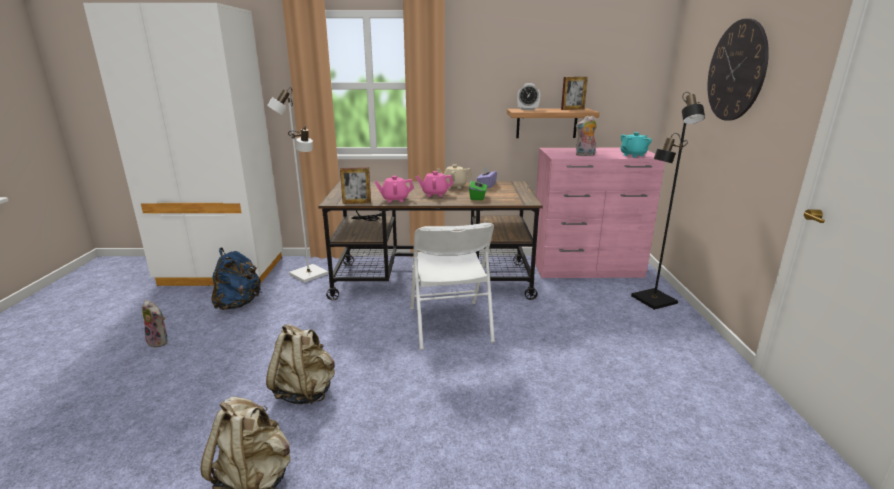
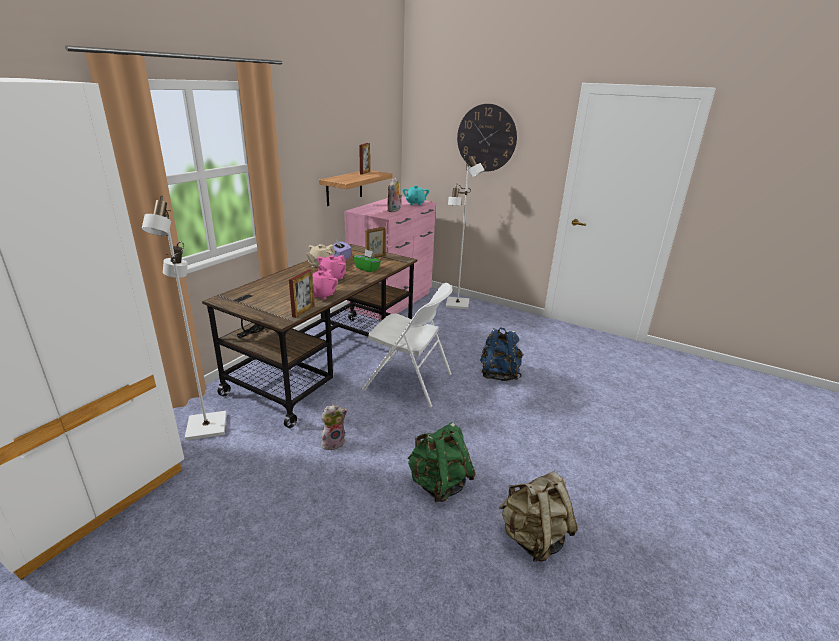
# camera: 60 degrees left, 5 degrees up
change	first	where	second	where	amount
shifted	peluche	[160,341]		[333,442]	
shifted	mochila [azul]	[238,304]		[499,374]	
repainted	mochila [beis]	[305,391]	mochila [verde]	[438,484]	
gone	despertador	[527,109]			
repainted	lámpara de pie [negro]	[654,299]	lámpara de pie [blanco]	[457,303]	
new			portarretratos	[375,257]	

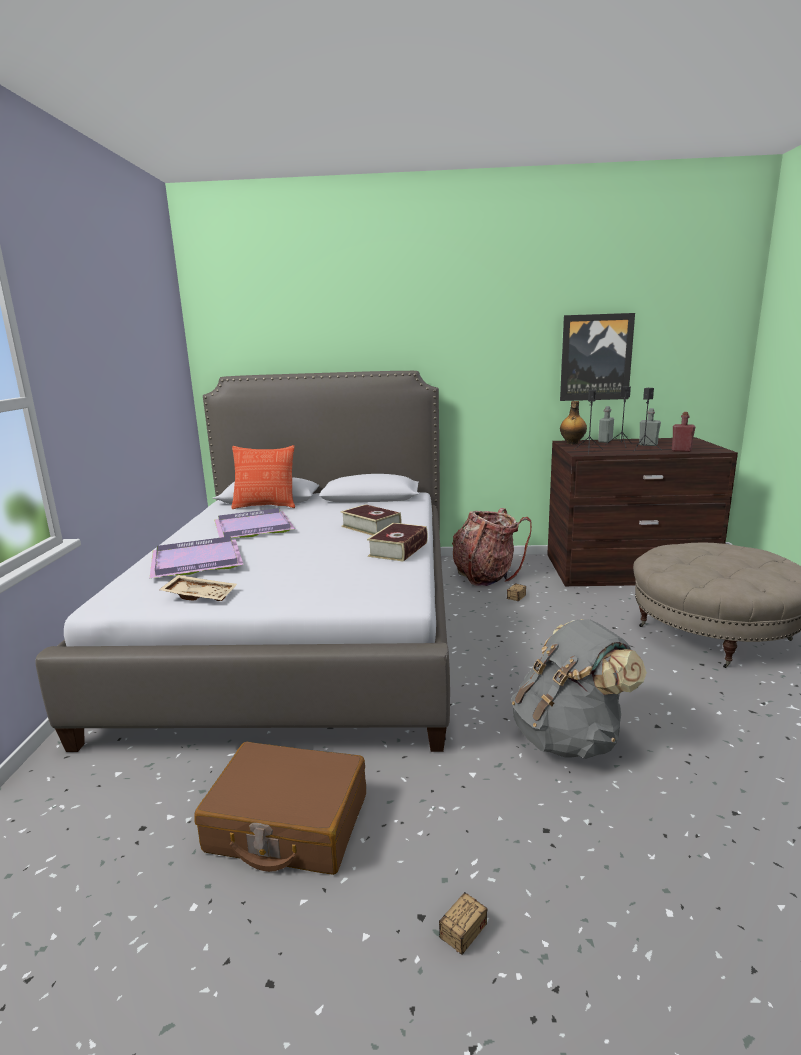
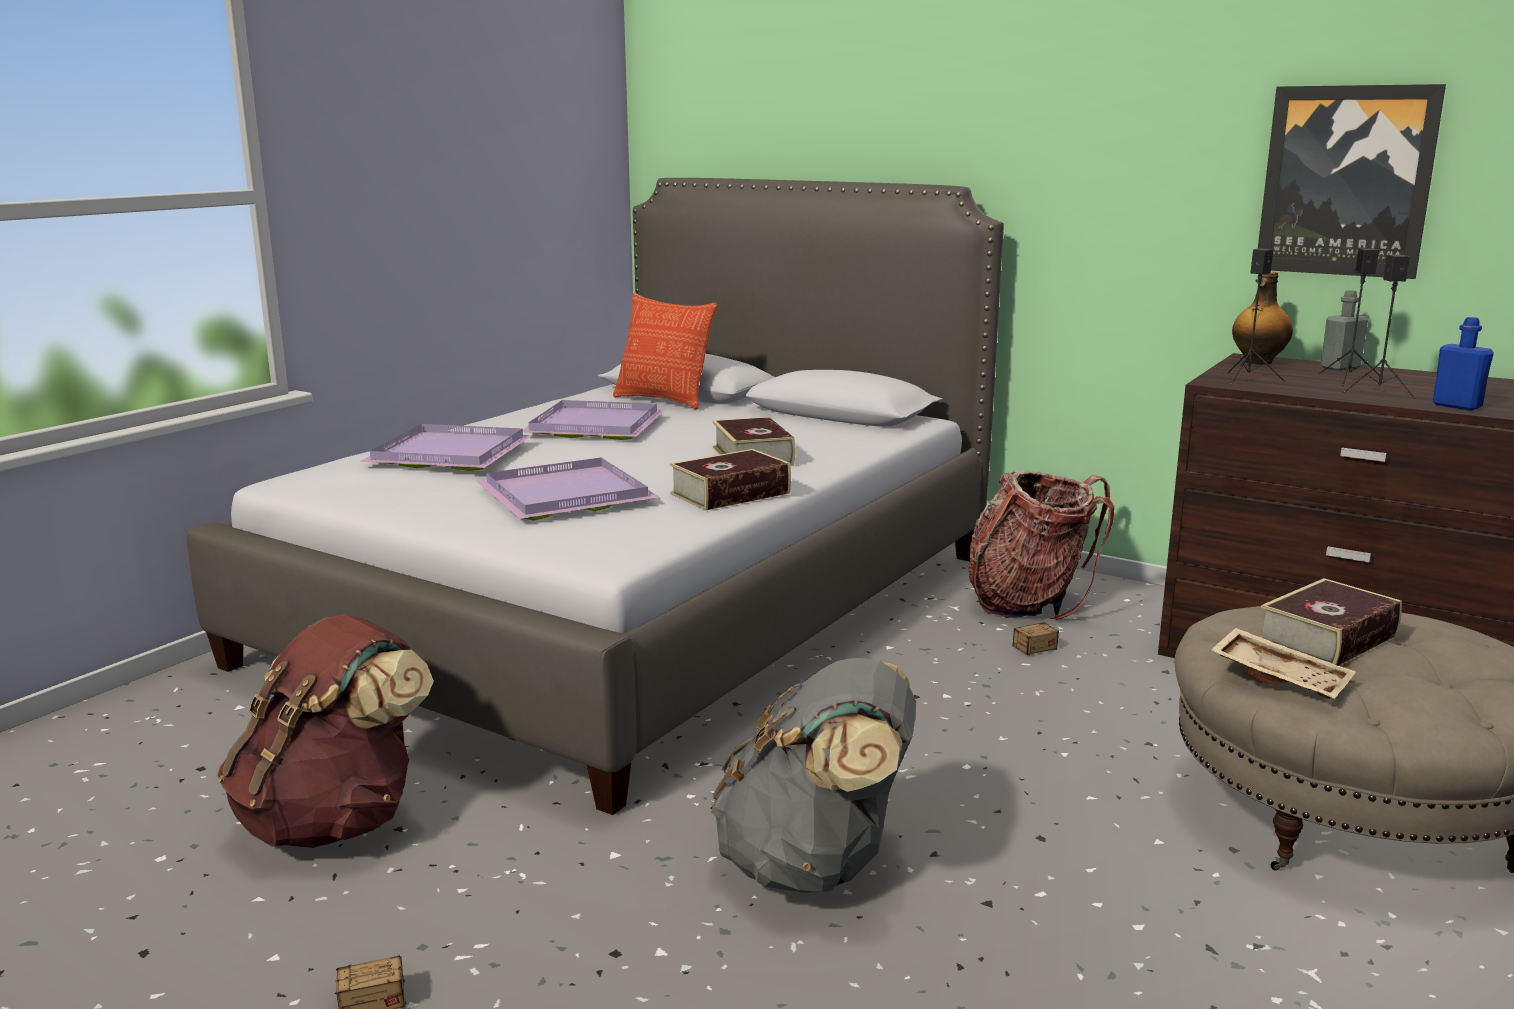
# camera: 30 degrees right, 0 degrees up
change	first	where	second	where	amount
shifted	bandeja [beis]	[200,595]		[1281,677]	
swapped	maleta [marrón]	[287,823]	mochila [marrón]	[336,821]	
gone	botella [gris]	[648,445]			
repainted	botella [rojo]	[681,450]	botella [azul]	[1457,406]	
new			bandeja [morado]	[568,494]	
new			libro	[1327,638]	

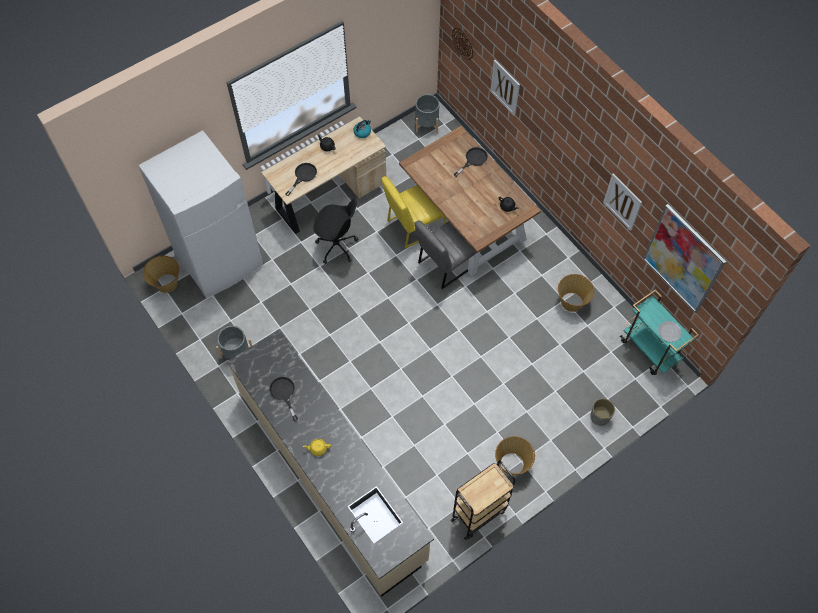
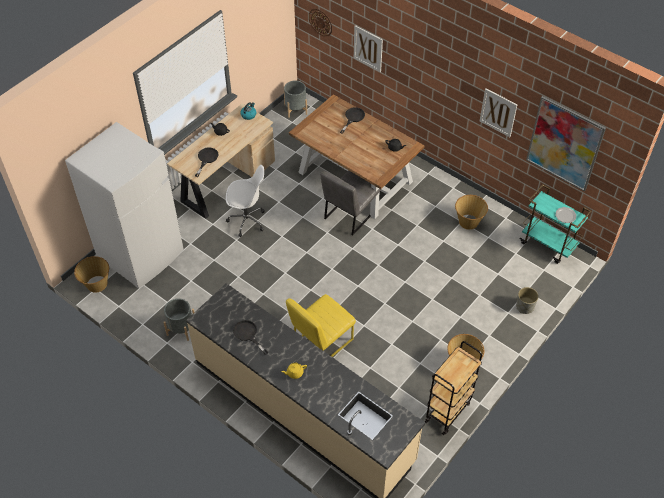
# camera: 15 degrees left, 10 degrees down
change	first	where	second	where	amount
repainted	silla de oficina [negro]	[338,247]	silla de oficina [blanco]	[248,221]	
shifted	silla [amarillo]	[414,225]		[321,342]	

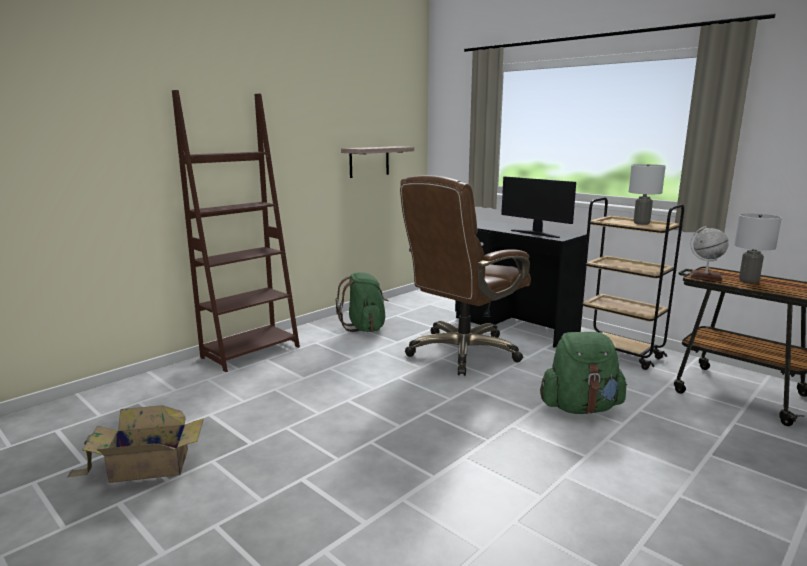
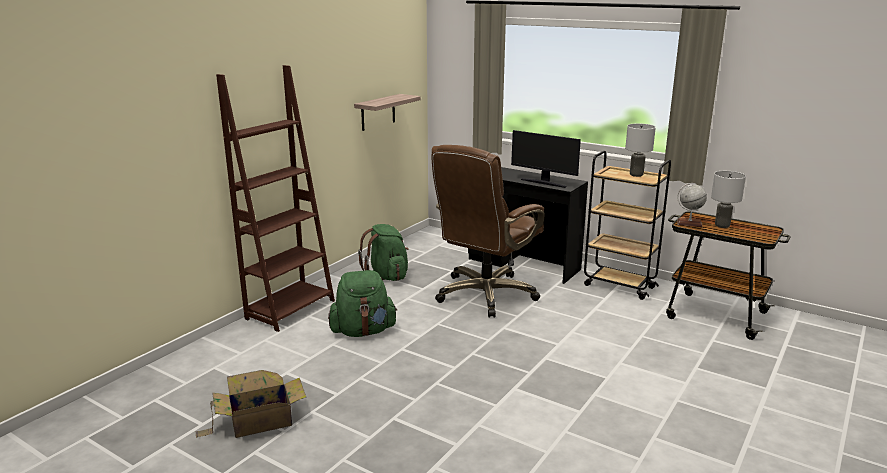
# camera: 10 degrees left, 5 degrees up
change	first	where	second	where	amount
shifted	mochila [verde]	[580,408]		[363,331]	

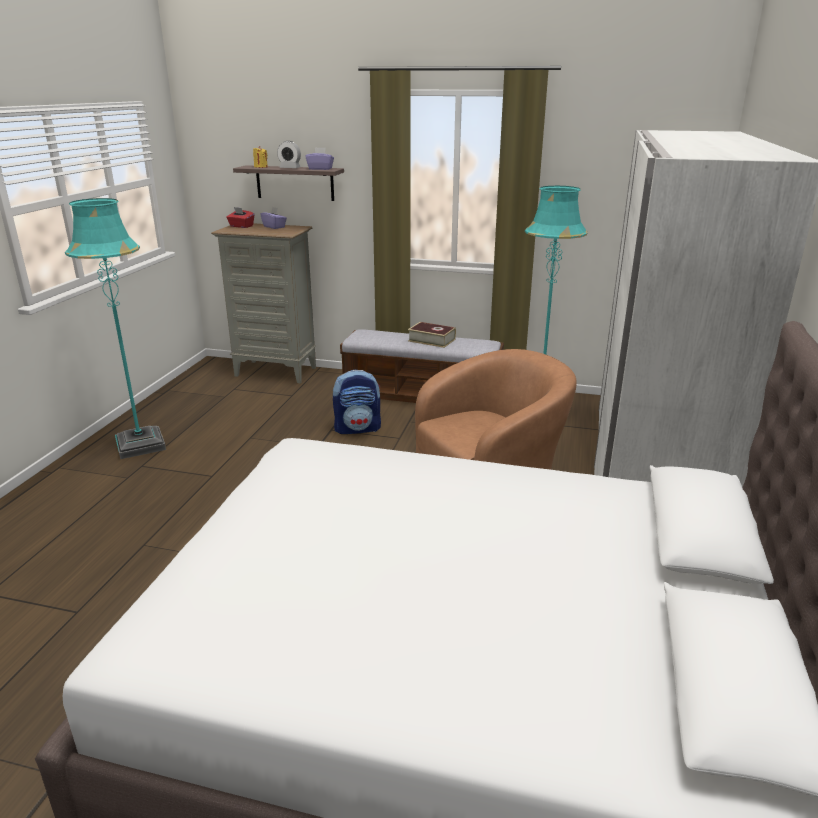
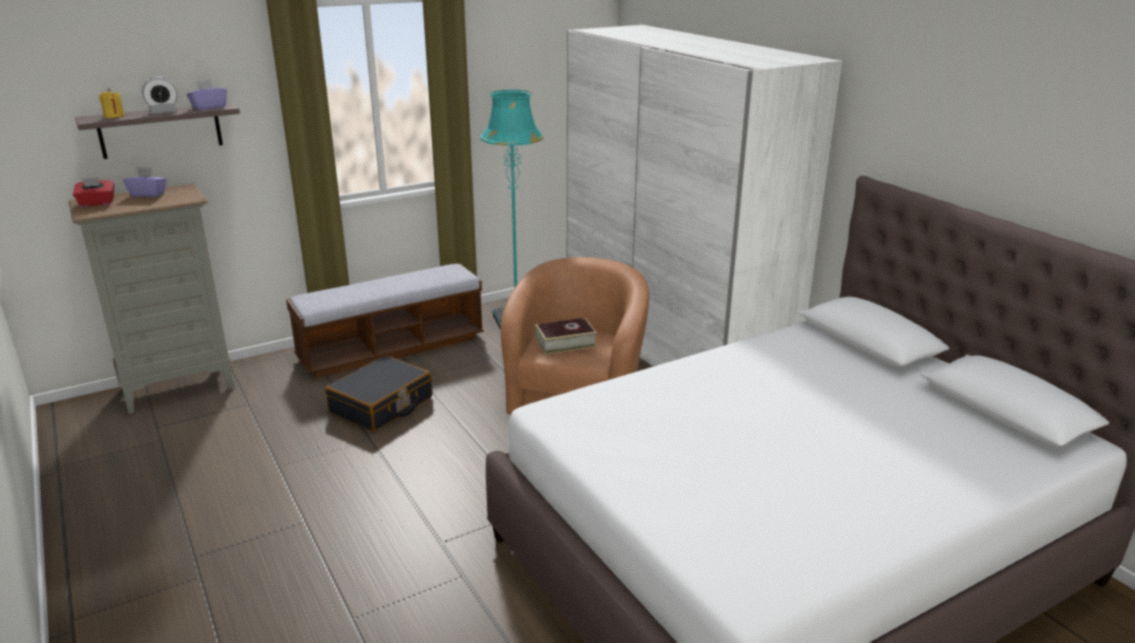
# camera: 45 degrees left, 0 degrees up
change	first	where	second	where	amount
gone	lámpara de pie [turquesa]	[141,445]			
swapped	mochila	[358,428]	maleta [negro]	[382,405]	
shifted	libro	[431,340]		[565,343]	

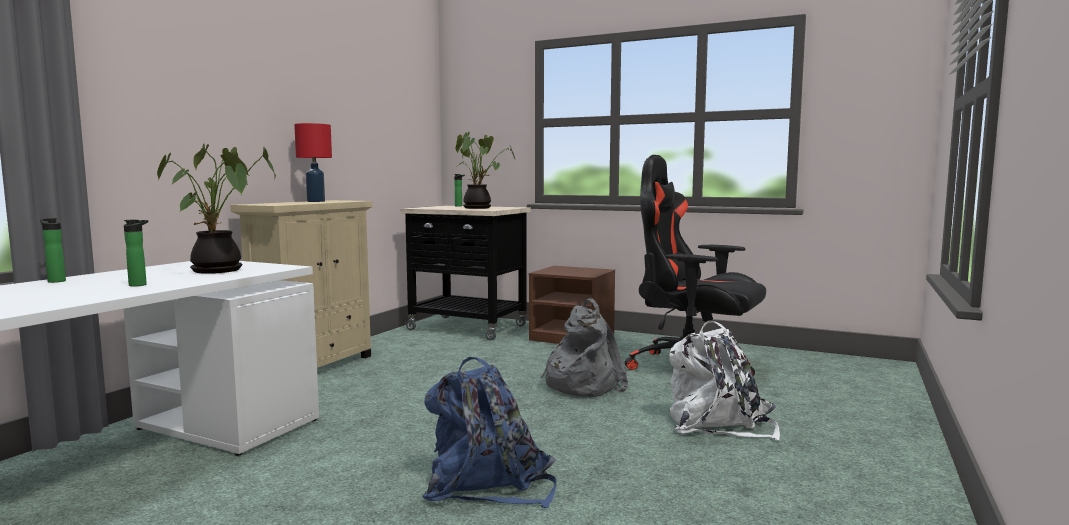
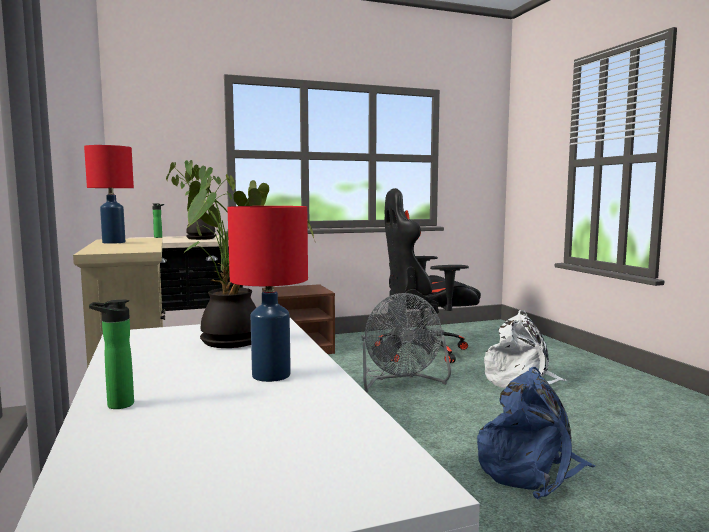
# camera: 45 degrees left, 0 degrees up
change	first	where	second	where	amount
swapped	botella	[140,285]	lámpara de mesa [rojo]	[272,375]	
swapped	mochila [gris]	[582,384]	ventilador [gris]	[397,382]	

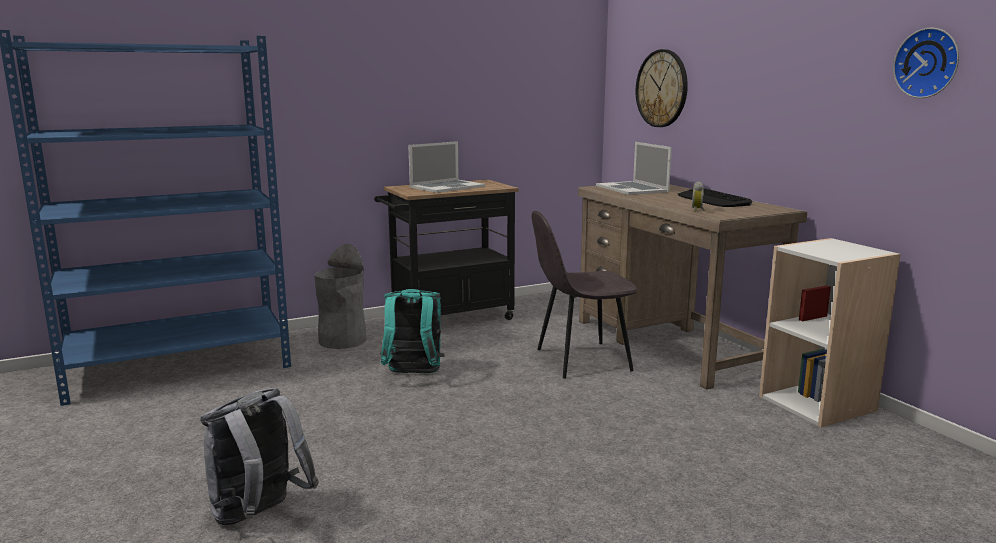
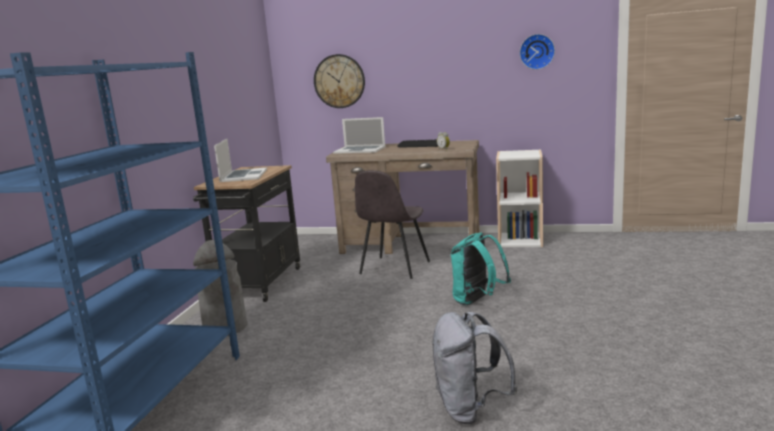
# camera: 50 degrees left, 0 degrees up
change	first	where	second	where	amount
shifted	mochila [turquesa]	[413,374]		[477,301]	

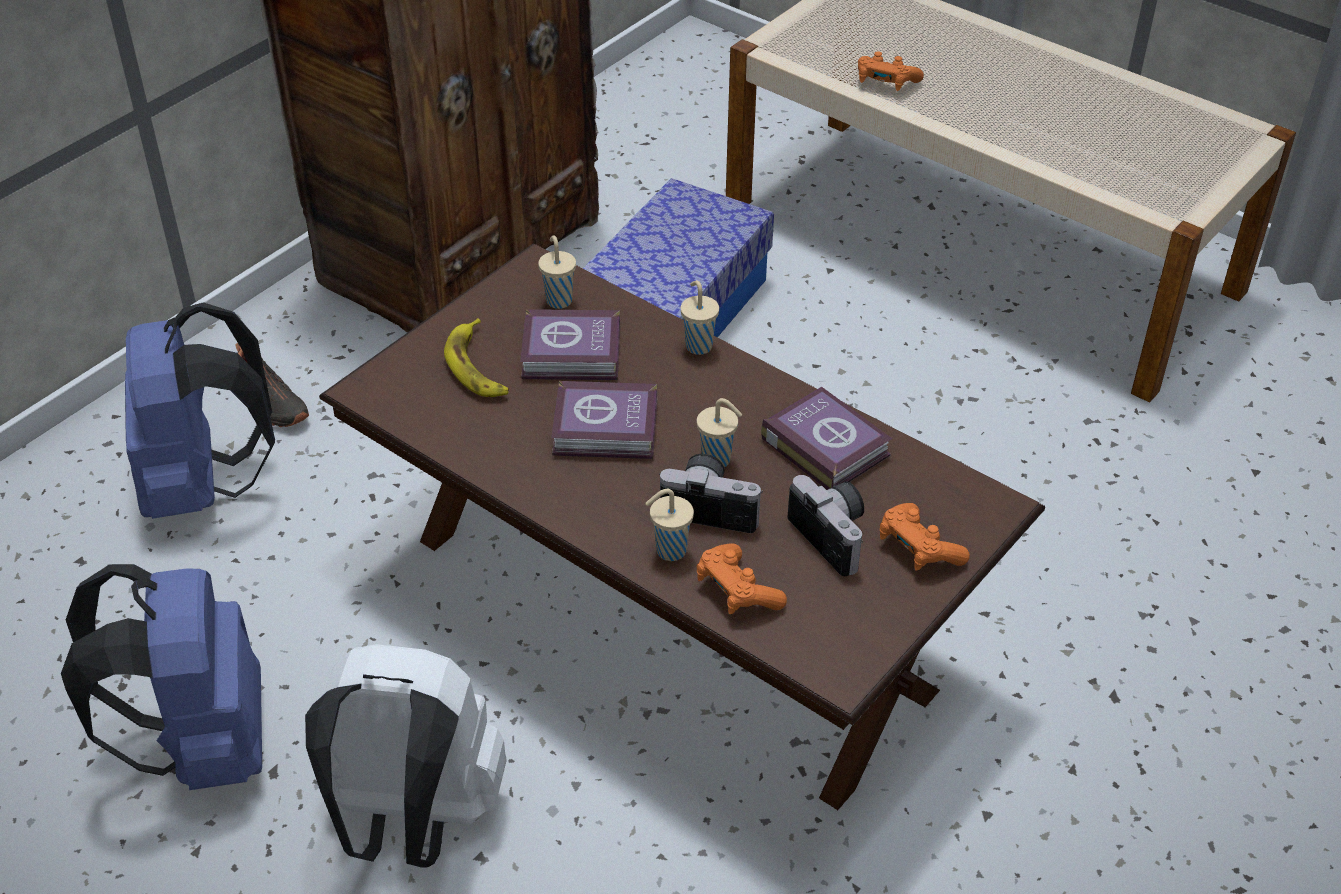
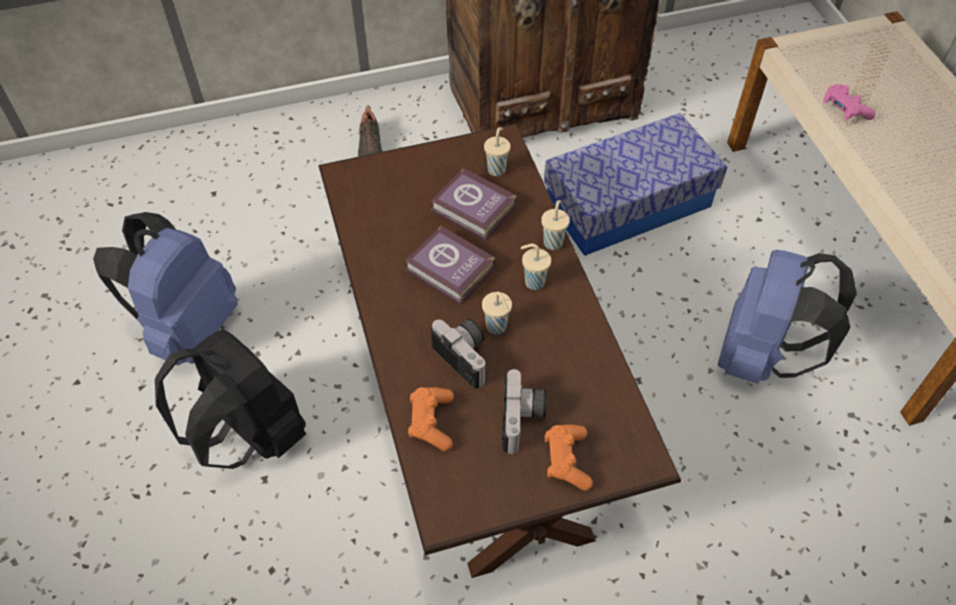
# camera: 35 degrees right, 10 degrees up
change	first	where	second	where	amount
shifted	mochila [azul]	[203,485]		[761,356]	
repainted	mochila [blanco]	[412,821]	mochila [negro]	[249,436]	
gone	plátano	[477,367]			
shifted	taza [beis]	[669,551]		[533,282]	
gone	libro	[825,445]			
repainted	mando de consola [naranja]	[885,83]	mando de consola [rosa]	[844,110]	

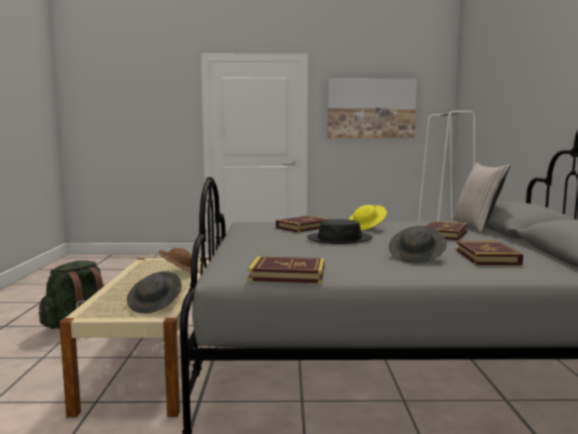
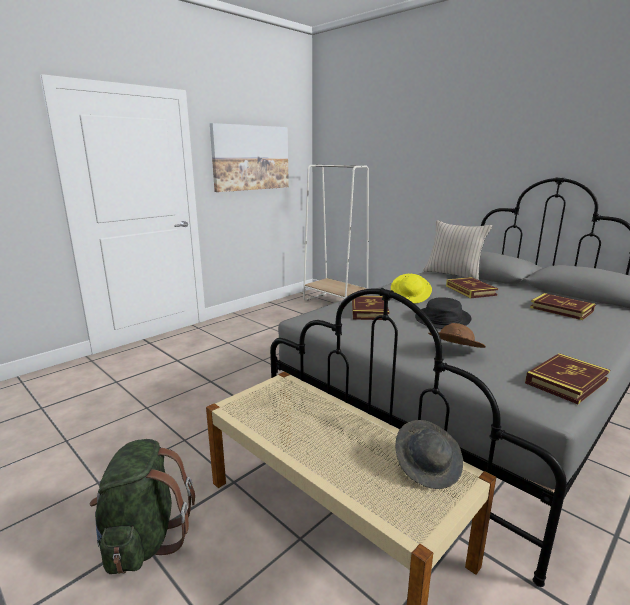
# camera: 45 degrees left, 10 degrees up
change	first	where	second	where	amount
shifted	sombrero [marrón]	[179,272]		[454,352]	
gone	sombrero [gris]	[417,257]			

